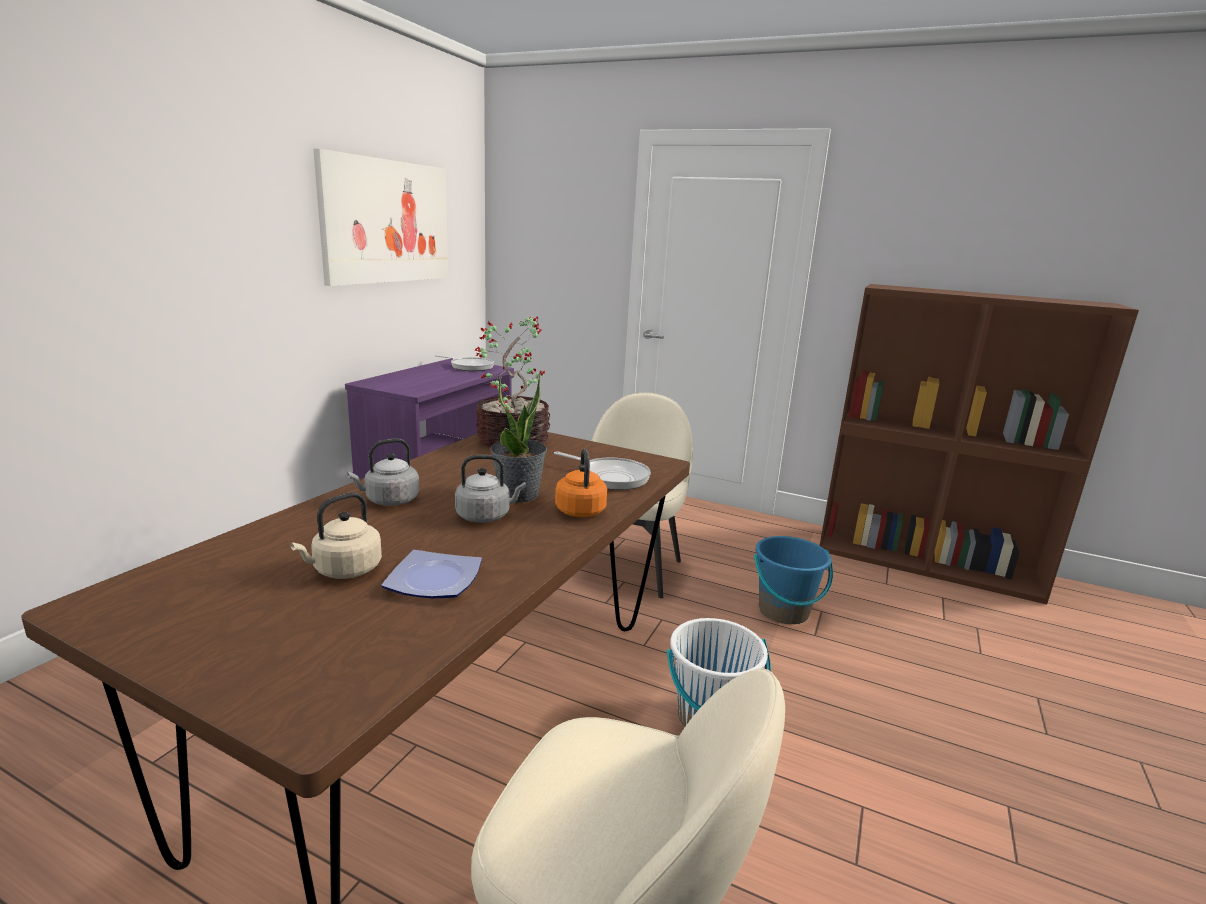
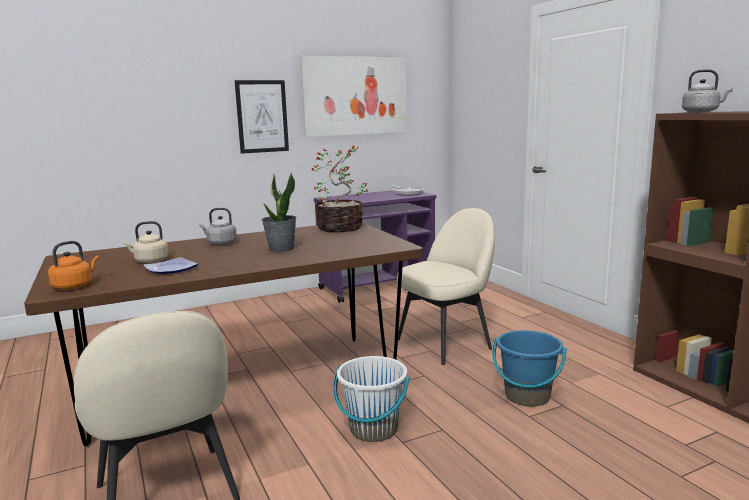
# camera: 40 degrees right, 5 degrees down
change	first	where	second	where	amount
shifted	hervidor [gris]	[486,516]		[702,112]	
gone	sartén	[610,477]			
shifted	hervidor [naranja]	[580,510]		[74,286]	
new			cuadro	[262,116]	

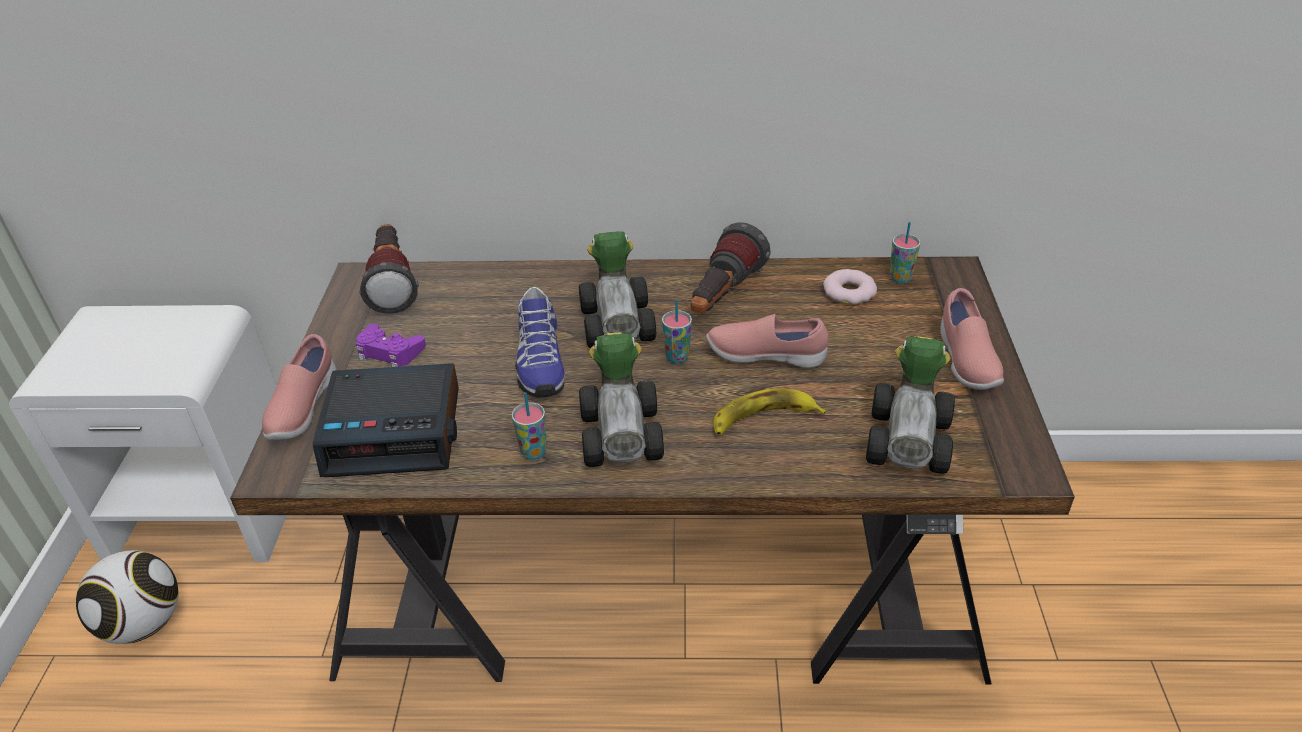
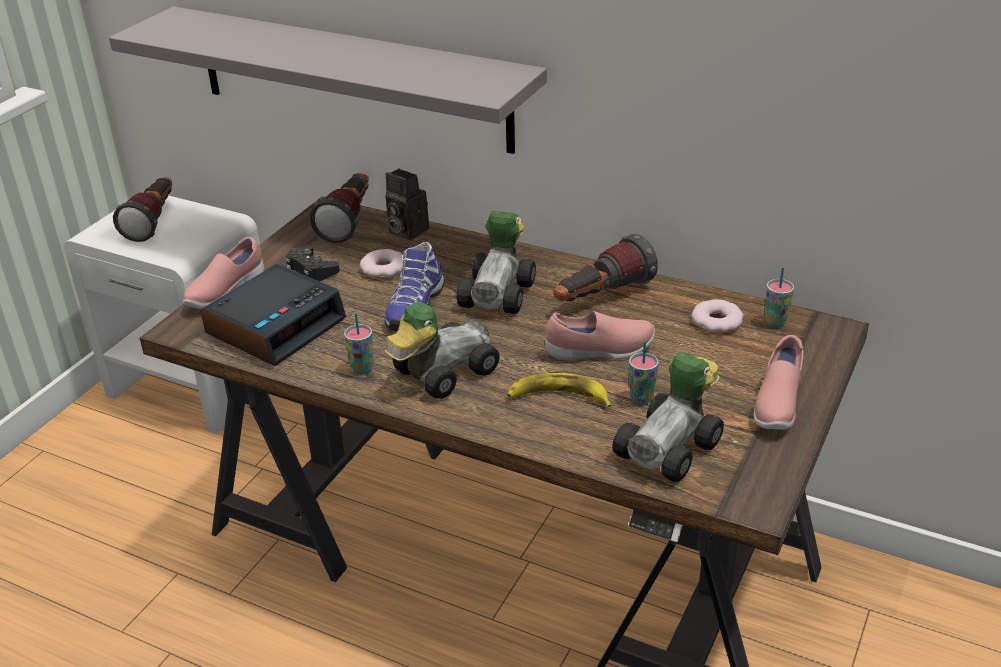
# camera: 25 degrees right, 5 degrees down
change	first	where	second	where	amount
gone	balón de fútbol	[144,623]			
rotated	despertador	[395,431]		[276,326]	75 degrees counterclockwise
repainted	mando de consola [morado]	[389,352]	mando de consola [negro]	[311,270]	
rotated	coche de juguete	[623,430]		[440,373]	150 degrees counterclockwise
shifted	taza	[677,357]		[641,398]	
rotated	zapato [rosa]	[765,356]		[600,351]	135 degrees clockwise
new			estante [gris]	[351,78]	
new			linterna	[154,221]	
new			rosquilla	[384,268]	
new			cámara	[405,231]	

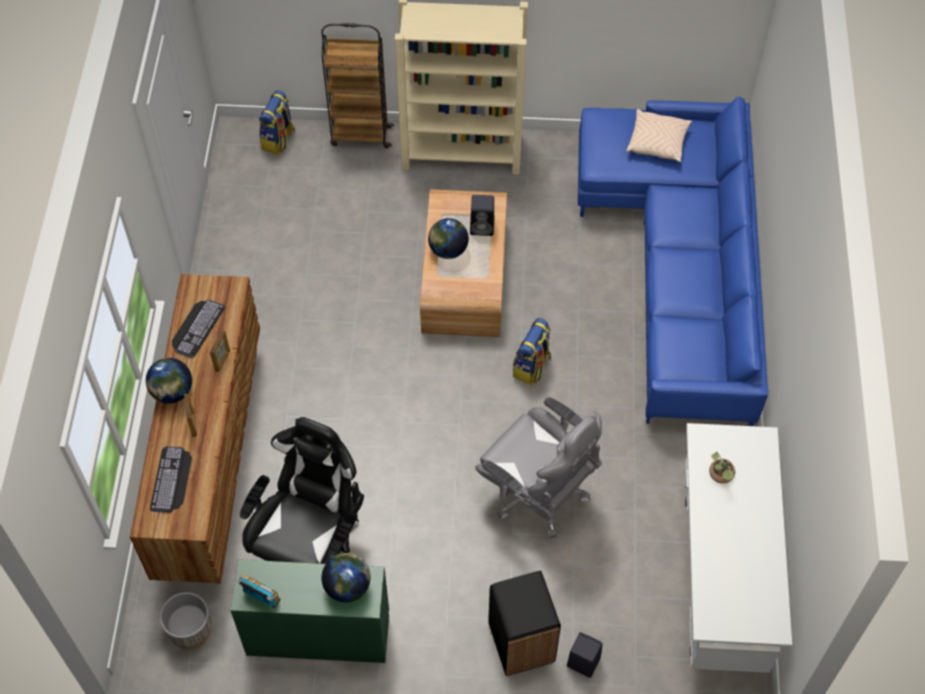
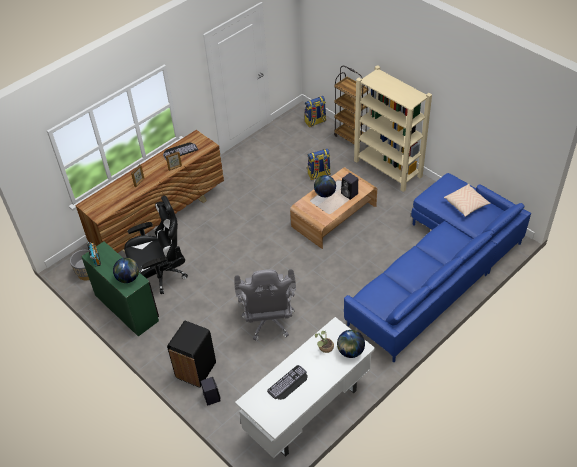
# camera: 45 degrees right, 10 degrees down
change	first	where	second	where	amount
shifted	globo terráqueo	[172,392]		[350,351]	
shifted	teclado	[172,480]		[288,384]	
shifted	mochila	[532,367]		[319,175]	

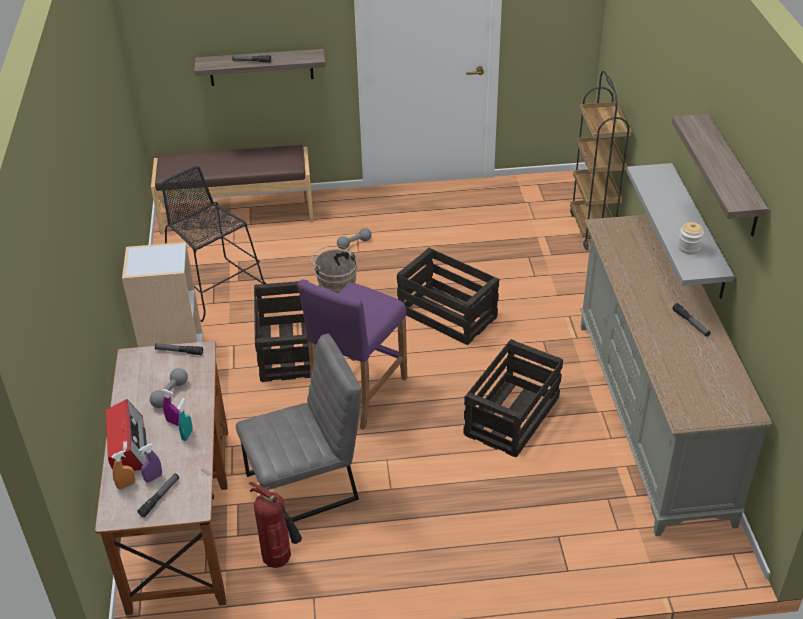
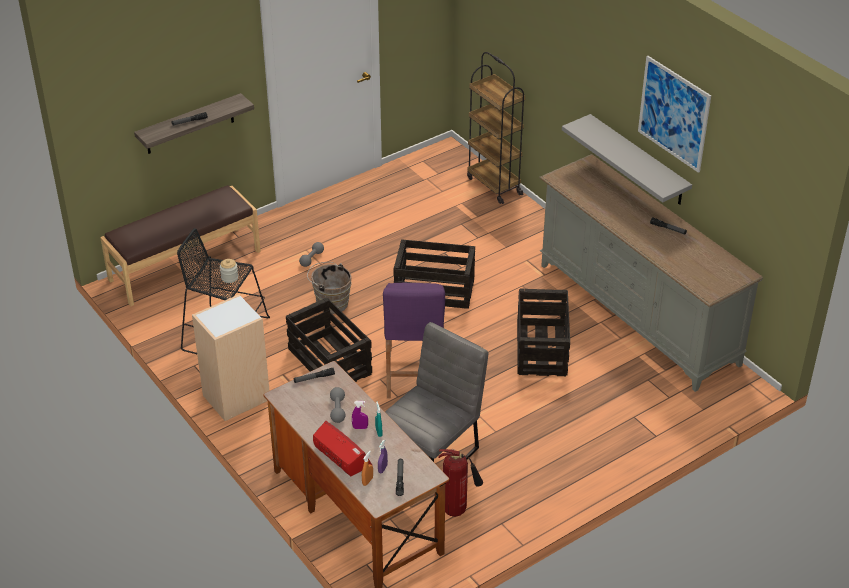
# camera: 30 degrees left, 0 degrees up
change	first	where	second	where	amount
swapped	estante	[732,177]	cuadro	[673,113]	
shifted	tarro	[688,248]		[229,278]	

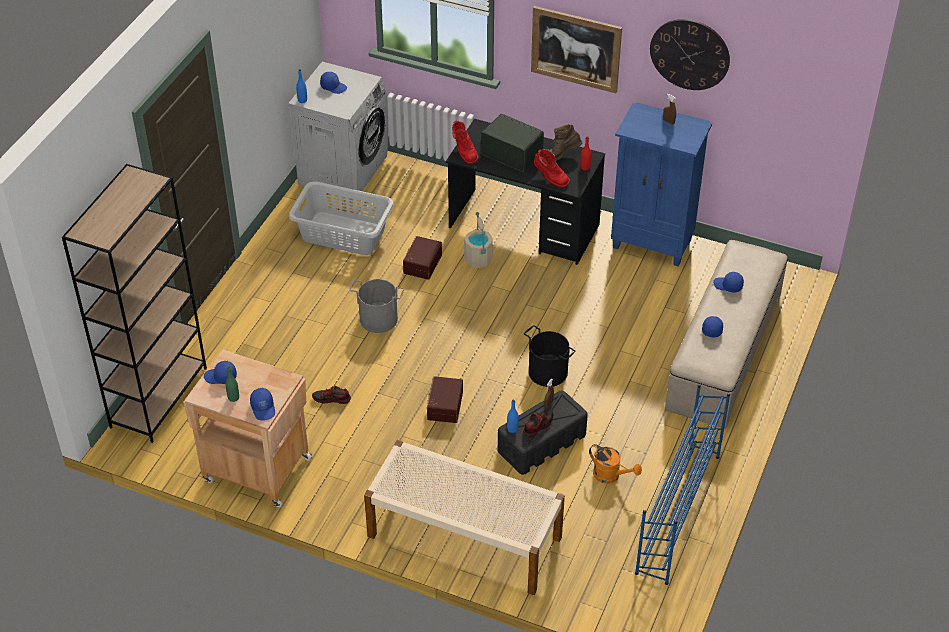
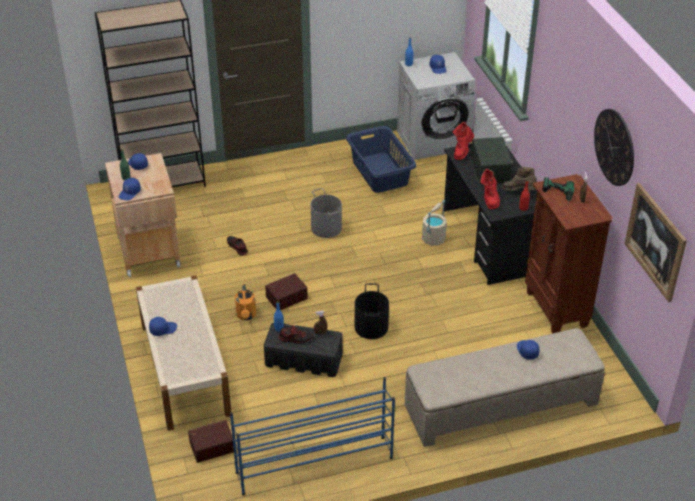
# camera: 50 degrees right, 5 degrees down
change	first	where	second	where	amount
repainted	cesto de la ropa [gris]	[343,233]	cesto de la ropa [azul]	[380,172]	
shifted	caja de almacenaje [marrón]	[421,263]		[211,446]	
shifted	cuadro	[576,49]		[655,241]	
shifted	regadera [naranja]	[611,476]		[246,316]	
repainted	armario [azul]	[651,245]	armario [marrón]	[555,310]	
shifted	gorra [azul]	[712,328]		[163,329]	
new			taladro	[557,194]	

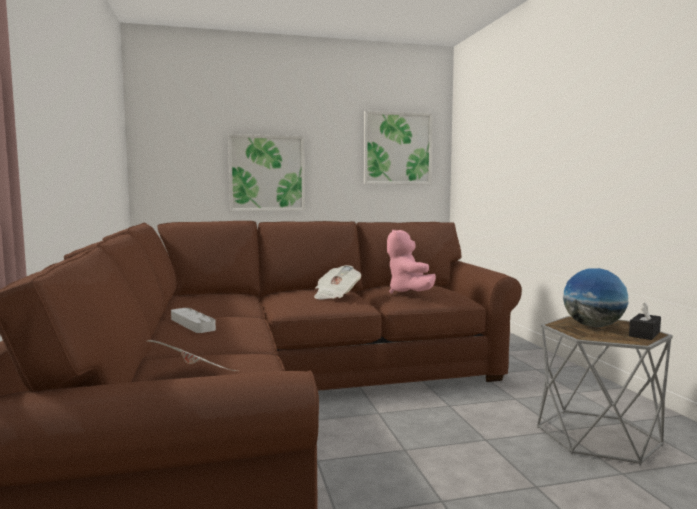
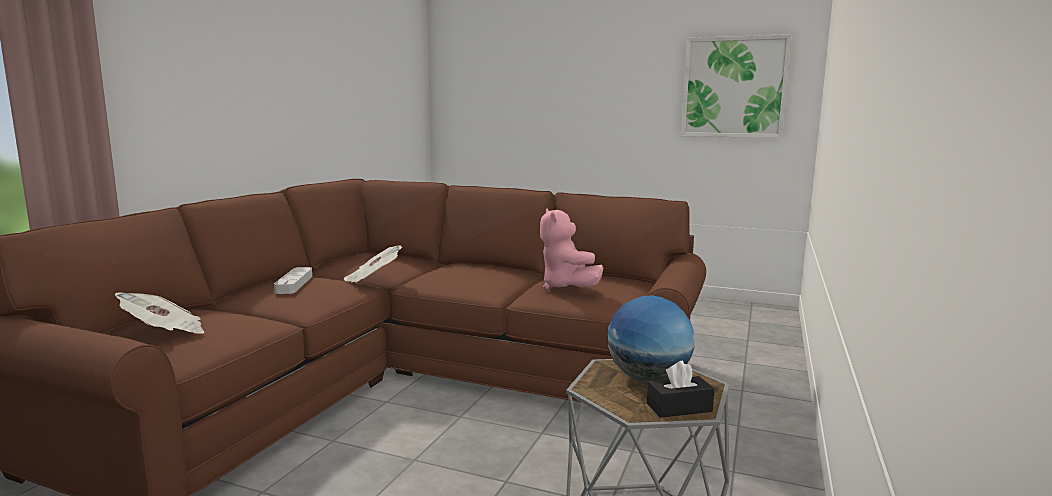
# camera: 35 degrees right, 5 degrees up
change	first	where	second	where	amount
gone	cuadro	[267,173]			
shifted	periódico	[335,295]		[373,279]	
rotated	peluche [rosa]	[408,293]		[566,287]	45 degrees counterclockwise

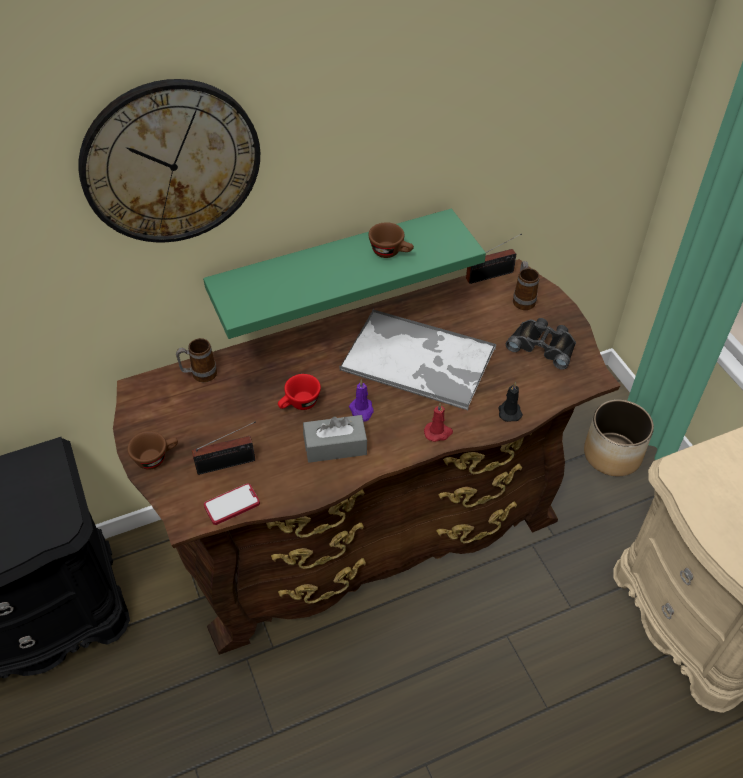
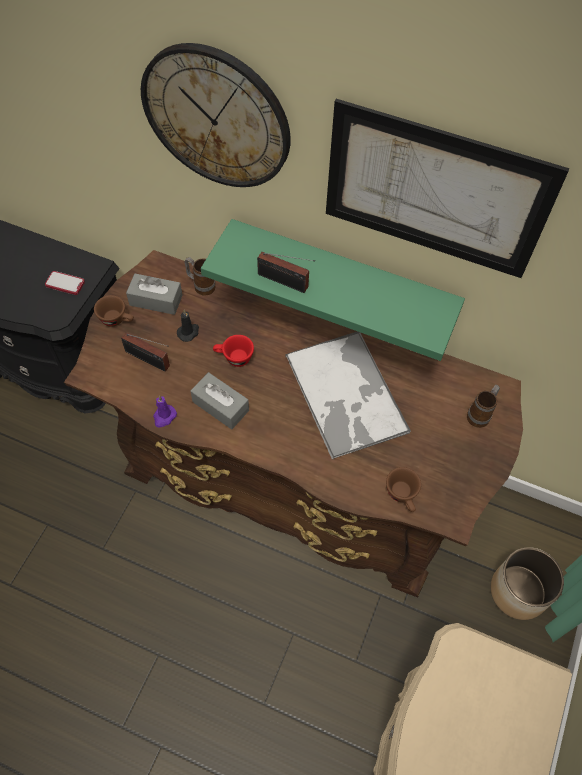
# camera: 45 degrees right, 10 degrees up
change	first	where	second	where	amount
shifted	móvil	[232,505]		[65,284]	
shifted	vela [morado]	[362,410]		[164,417]	
shifted	taza [marrón]	[391,252]		[403,496]	
gone	vela [rojo]	[438,432]			
shifted	radio	[492,275]		[285,282]	
shifted	vela [negro]	[509,411]		[188,332]	
gone	prismáticos [negro]	[543,345]			
new			caja de pañuelos [gris]	[156,300]	
new			cuadro	[434,192]	

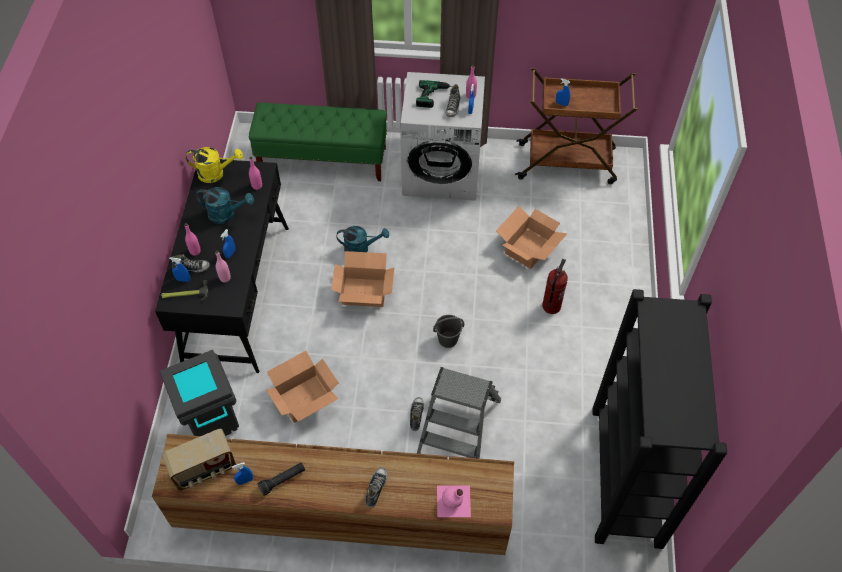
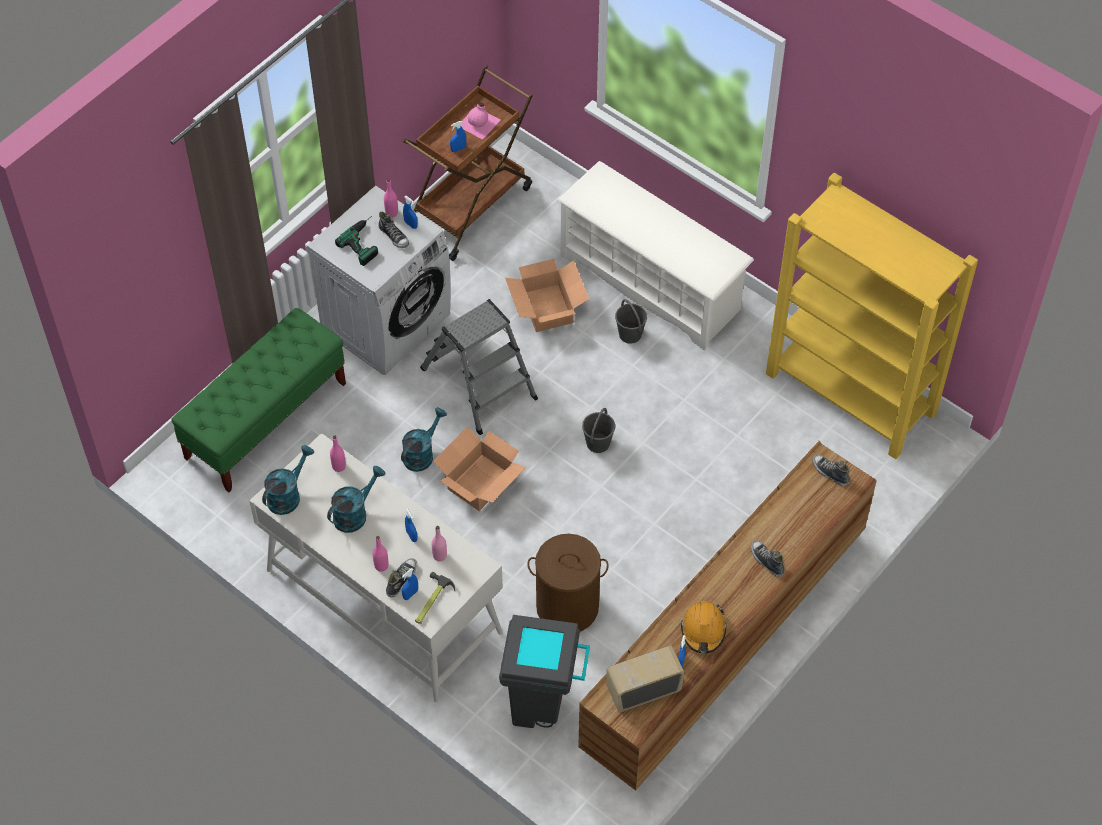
# camera: 55 degrees left, 0 degrees up
change	first	where	second	where	amount
repainted	escritorio [negro]	[237,293]	escritorio [blanco]	[383,600]	
rotated	radio	[204,469]		[643,689]	120 degrees counterclockwise
repainted	regadera [amarillo]	[216,173]	regadera [turquesa]	[287,495]	
swapped	linterna [negro]	[282,480]	casco [naranja]	[703,630]	
swapped	caja de cartón	[304,398]	cesto de la ropa [marrón]	[567,607]	
shifted	zapato	[416,415]		[830,472]	
shifted	escalera de tijera [gris]	[459,428]		[478,382]	
shifted	botella [rosa]	[454,501]		[479,122]	
swapped	extintor	[551,306]	cubo [gris]	[630,334]	
repainted	estantería [negro]	[626,475]	estantería [amarillo]	[851,393]	
new			zapatero [blanco]	[651,283]	

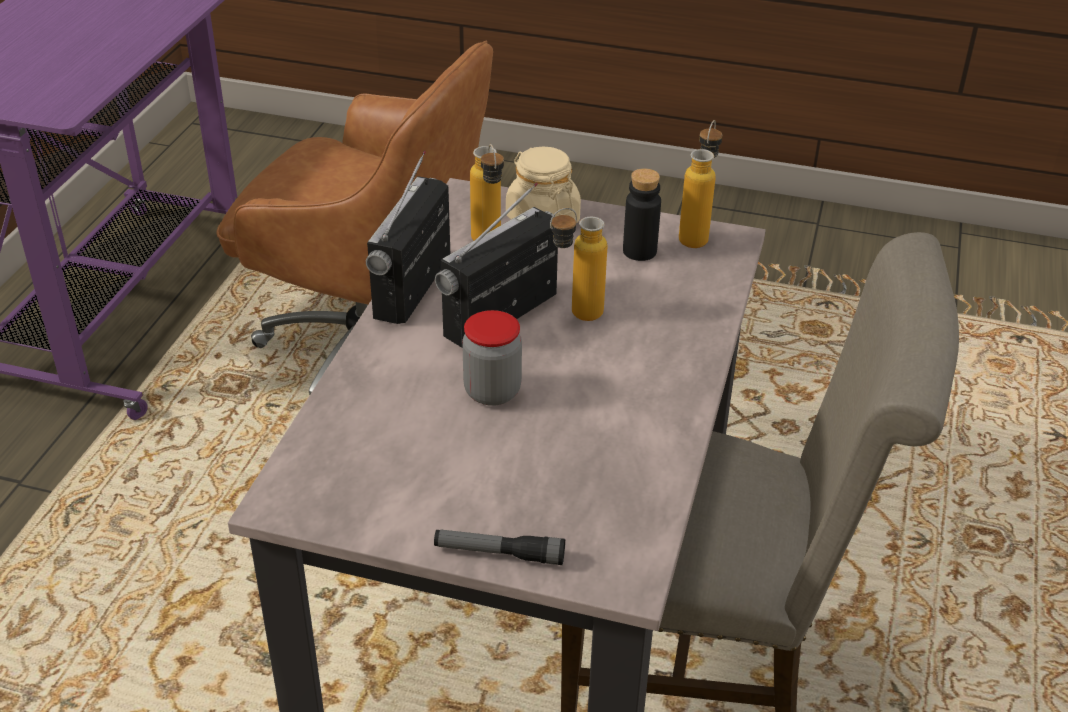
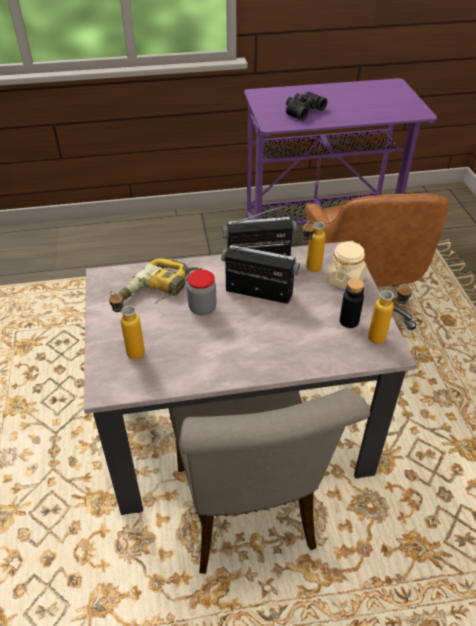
# camera: 65 degrees right, 5 degrees up
change	first	where	second	where	amount
gone	linterna	[499,554]			
shifted	botella	[575,316]		[130,350]	
new			taladro	[160,289]	
new			prismáticos [negro]	[302,111]	

